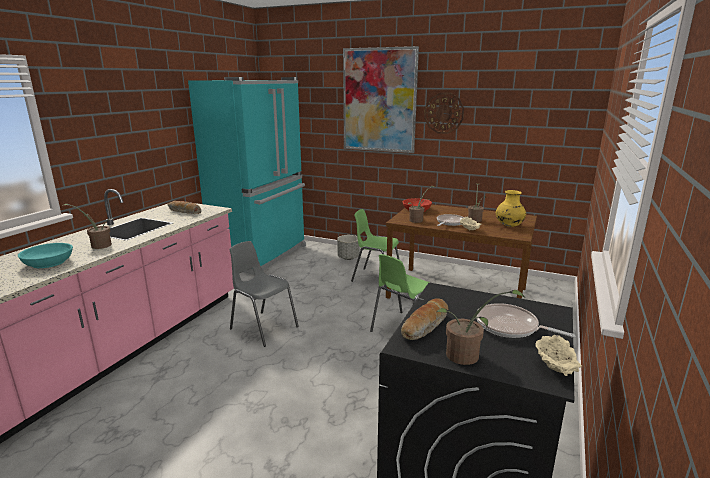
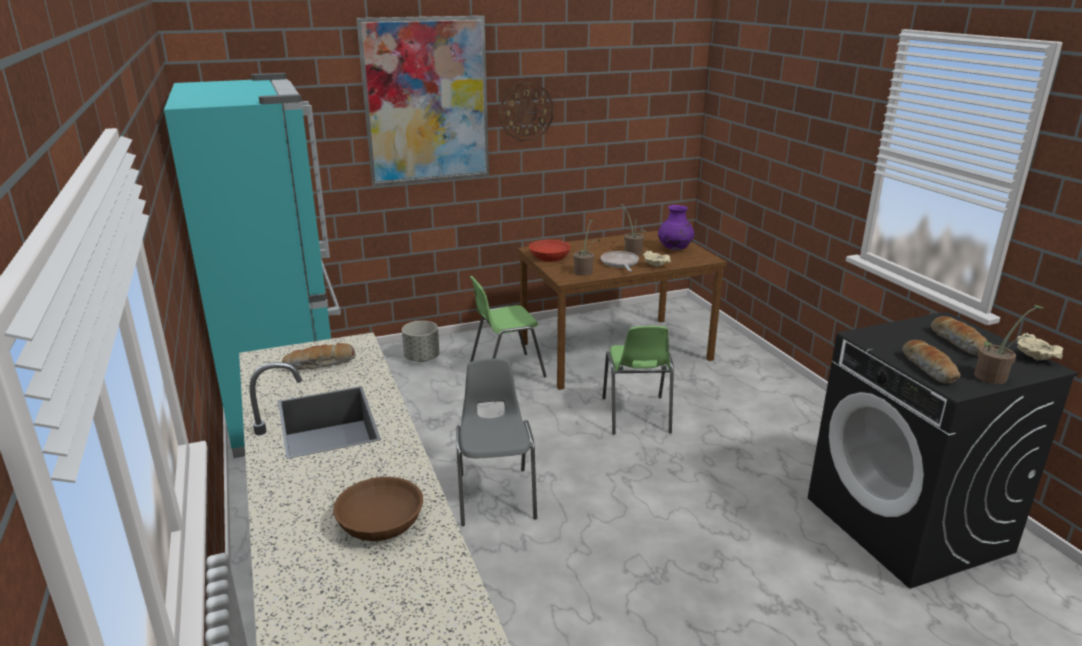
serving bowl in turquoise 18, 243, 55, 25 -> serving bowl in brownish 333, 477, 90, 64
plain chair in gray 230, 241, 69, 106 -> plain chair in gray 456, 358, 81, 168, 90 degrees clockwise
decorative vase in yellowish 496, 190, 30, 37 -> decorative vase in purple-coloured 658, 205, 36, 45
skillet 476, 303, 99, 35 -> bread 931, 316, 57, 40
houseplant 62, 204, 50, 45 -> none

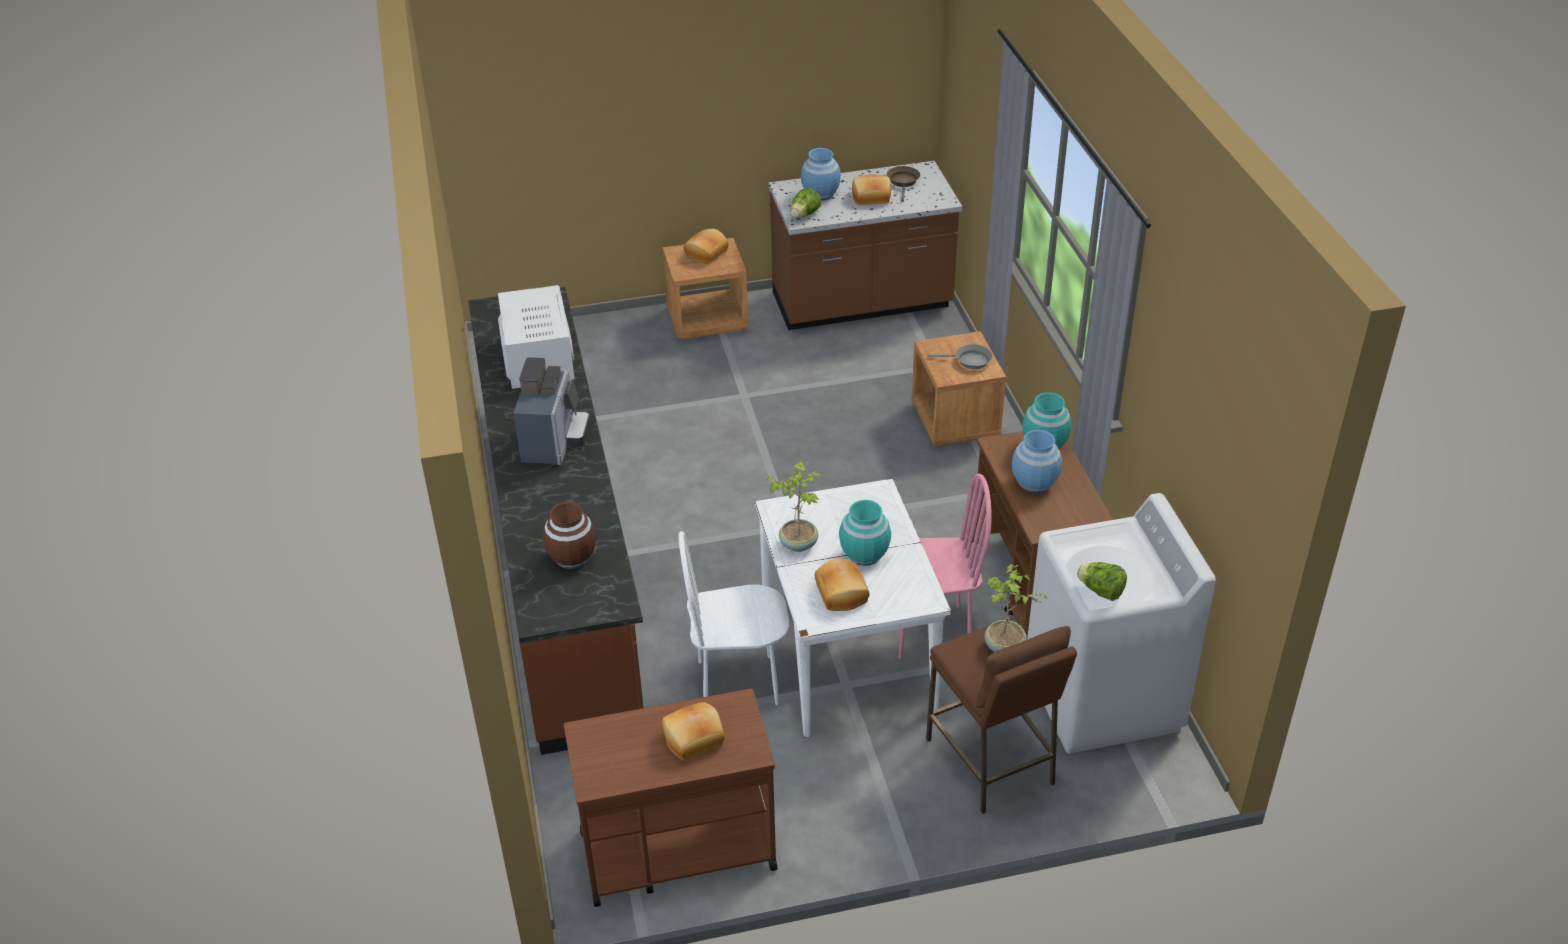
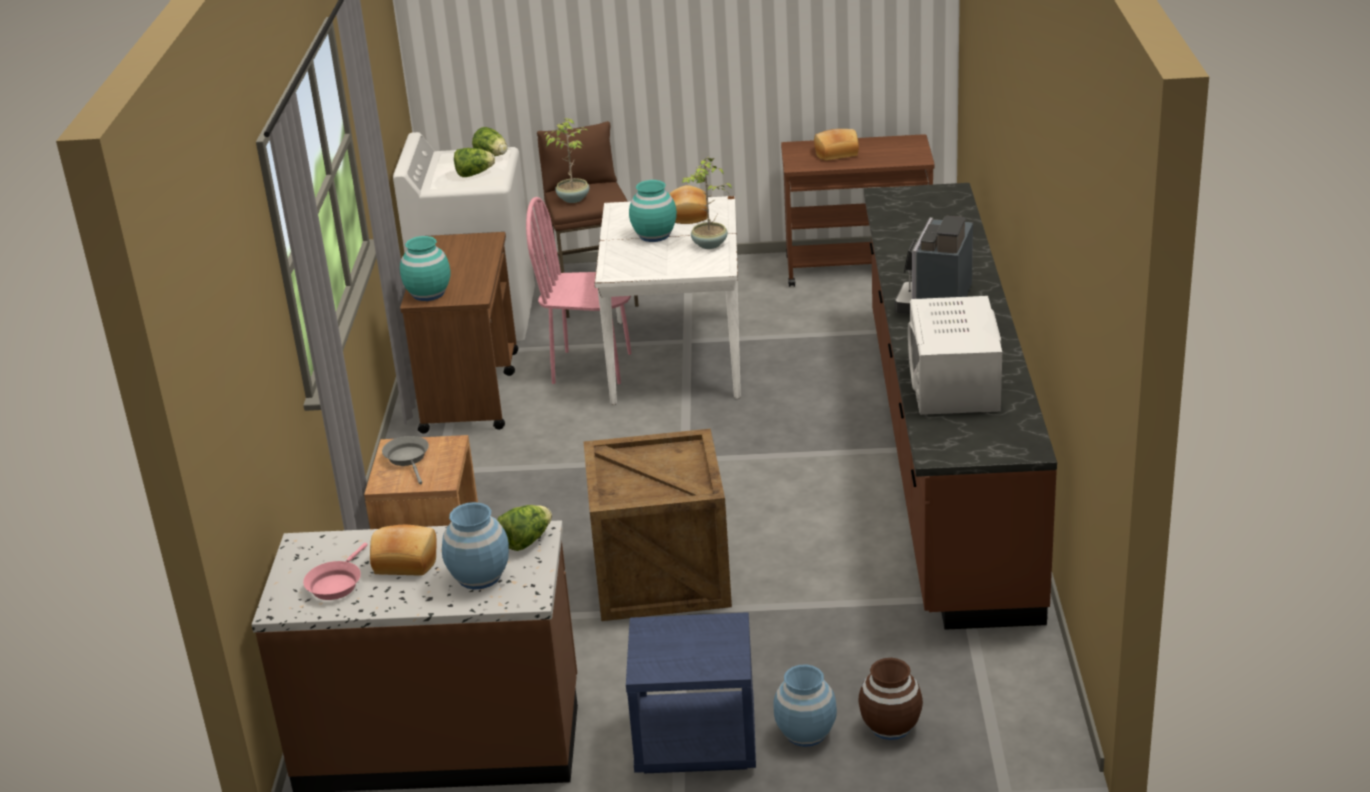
skillet in brownish 887, 166, 33, 36 -> skillet in pinkish 303, 542, 64, 58
skillet in gray 927, 344, 65, 26 -> skillet in gray 382, 436, 47, 48, 45 degrees clockwise
none -> lettuce 454, 148, 41, 29
none -> crate 584, 429, 148, 192
bedside table in brownish 662, 238, 87, 101 -> bedside table in blue 626, 612, 130, 161
decorative vase in blue 1012, 430, 50, 63 -> decorative vase in blue 773, 664, 64, 83, moved
decorative vase in brownish 543, 502, 53, 67 -> decorative vase in brownish 859, 658, 64, 82, moved
plain chair in white 678, 531, 111, 174 -> none
bread 684, 229, 44, 35 -> none

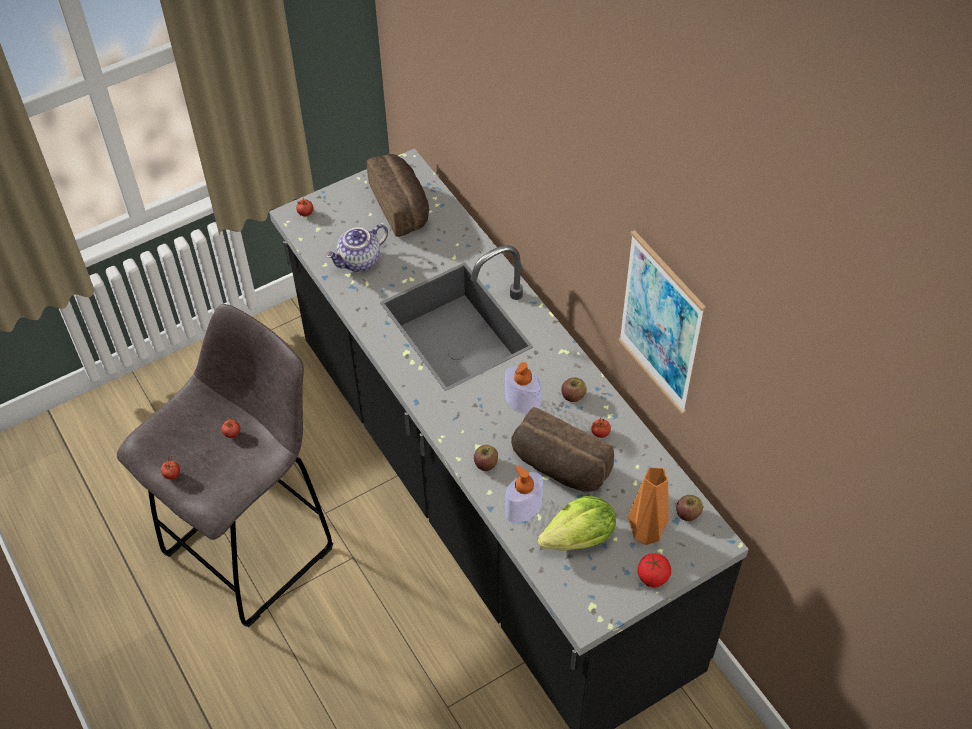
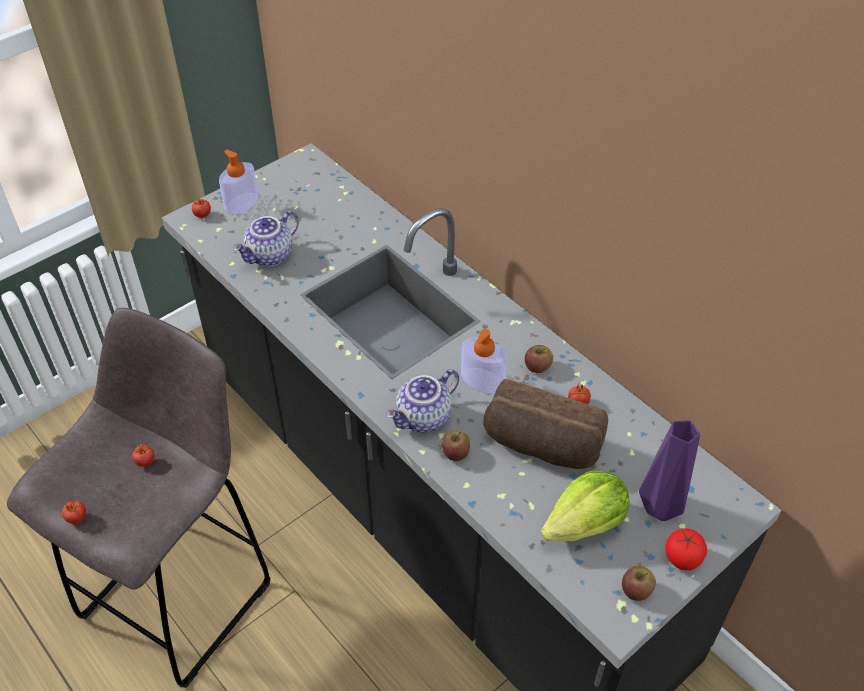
soap dispenser 505, 465, 38, 58 -> soap dispenser 219, 150, 40, 64, moved
none -> tea pot 386, 369, 73, 63
whole apple 676, 495, 27, 26 -> whole apple 622, 566, 34, 35, moved
decorative vase in orange-coloured 628, 467, 41, 78 -> decorative vase in purple-coloured 639, 420, 61, 101
bread 367, 154, 62, 83 -> none
picture 618, 230, 88, 184 -> none

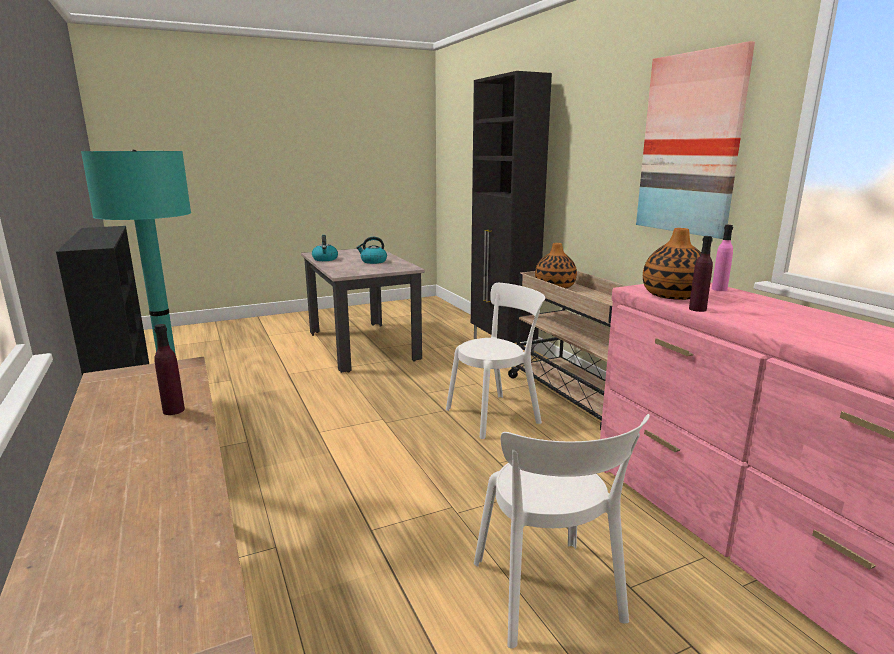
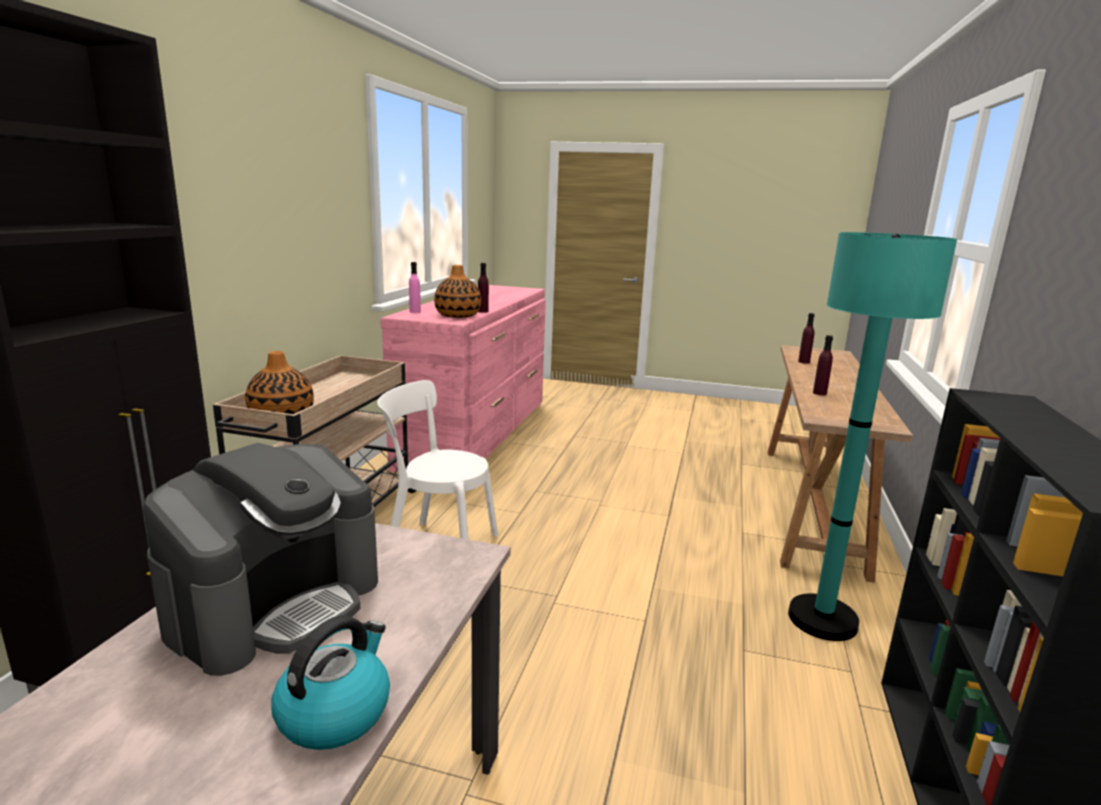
tea kettle 356, 237, 31, 27 -> coffee machine 143, 443, 235, 233
none -> beverage bottle in purple-coloured 798, 313, 17, 51
plain chair in white 474, 414, 176, 235 -> none
picture 636, 41, 119, 198 -> none

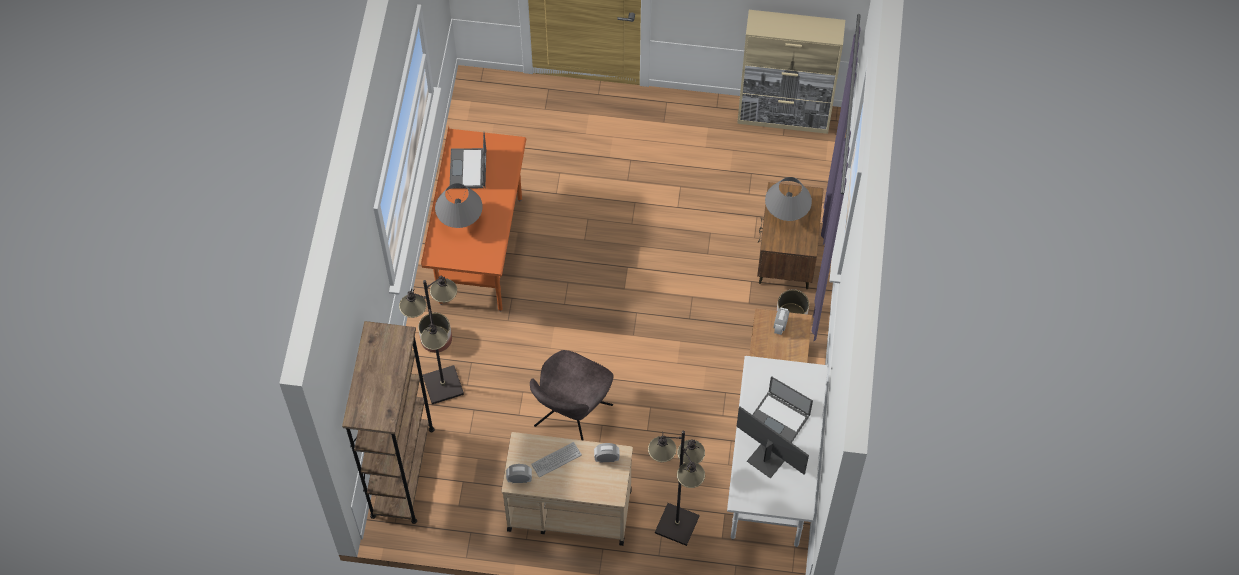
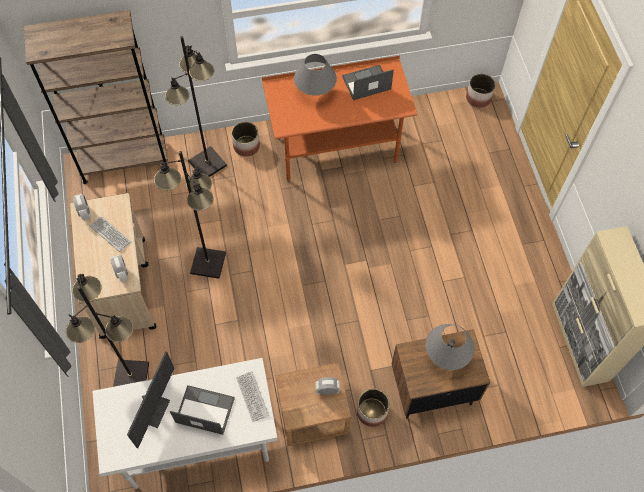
plain chair in gray 530, 350, 84, 91 -> standing lamp in black-coloured 154, 151, 72, 128
notebook computer 752, 376, 61, 67 -> notebook computer 170, 385, 65, 50, 90 degrees clockwise
none -> keyboard 236, 371, 33, 51
none -> plant pot 466, 74, 30, 34

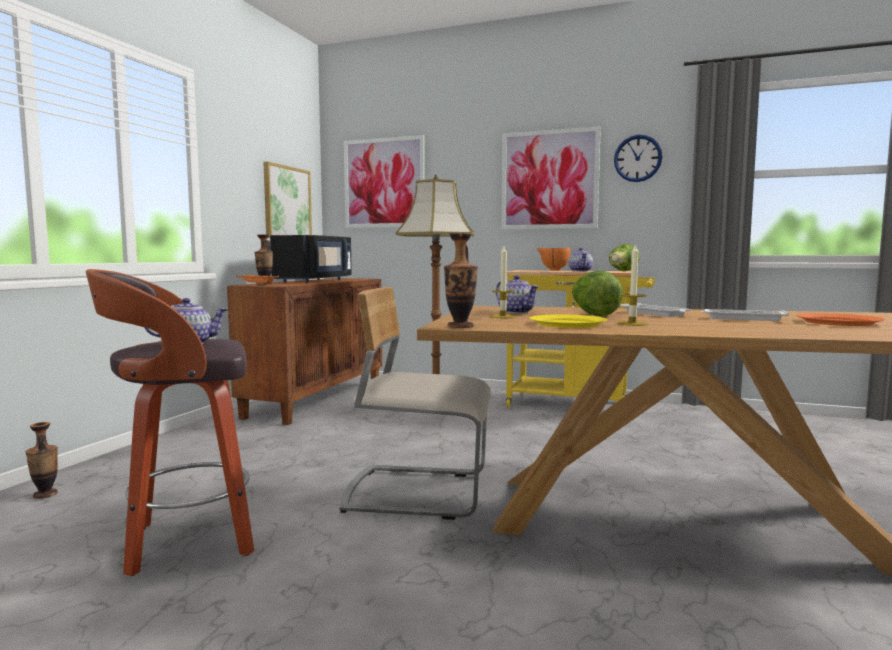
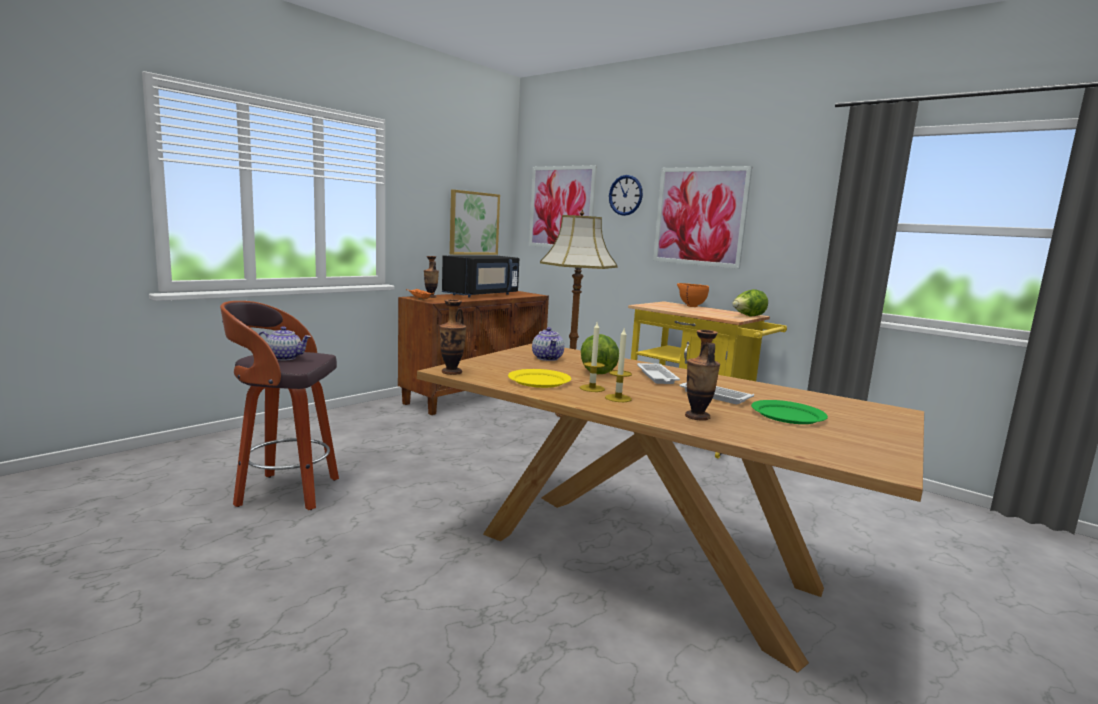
wax light 490, 246, 27, 72 -> wax light 605, 329, 27, 73, moved
hanging clock 614, 135, 48, 47 -> hanging clock 609, 175, 34, 41, moved
decorative vase 26, 422, 32, 77 -> decorative vase 685, 330, 35, 91, moved
dinner plate in orange-coloured 796, 313, 89, 13 -> dinner plate in green-coloured 751, 400, 77, 24
plain chair in beige-coloured 339, 287, 152, 233 -> none
tea pot 568, 248, 25, 23 -> none

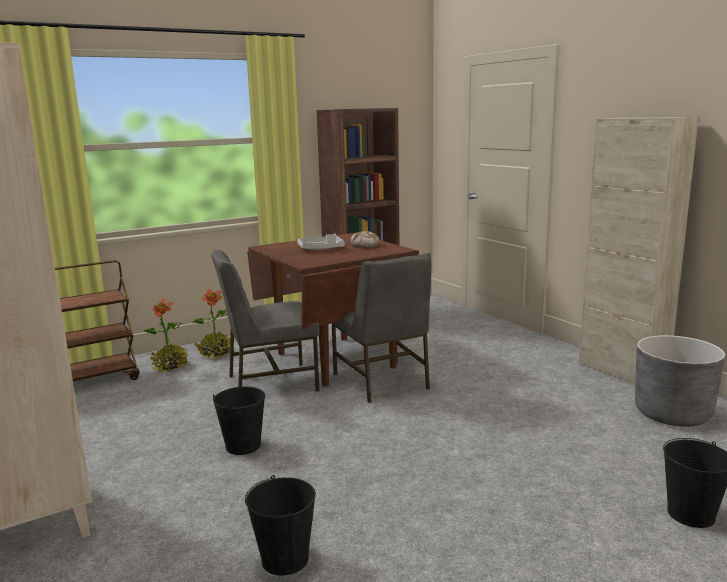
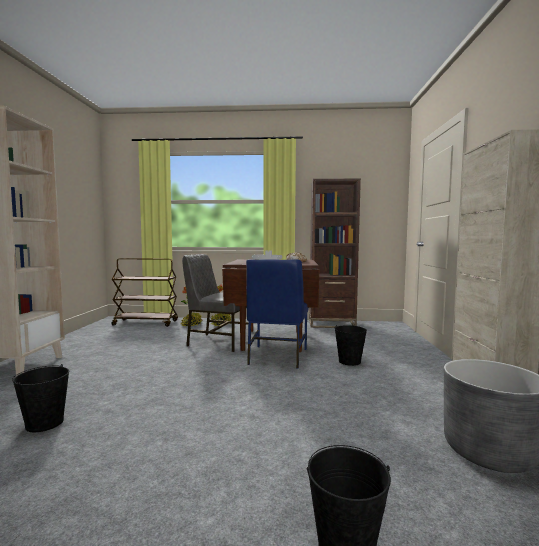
plain chair in gray 332, 253, 99, 150 -> plain chair in blue 246, 259, 63, 110
bucket in black-coloured 213, 387, 52, 68 -> bucket in black-coloured 335, 325, 32, 41, moved

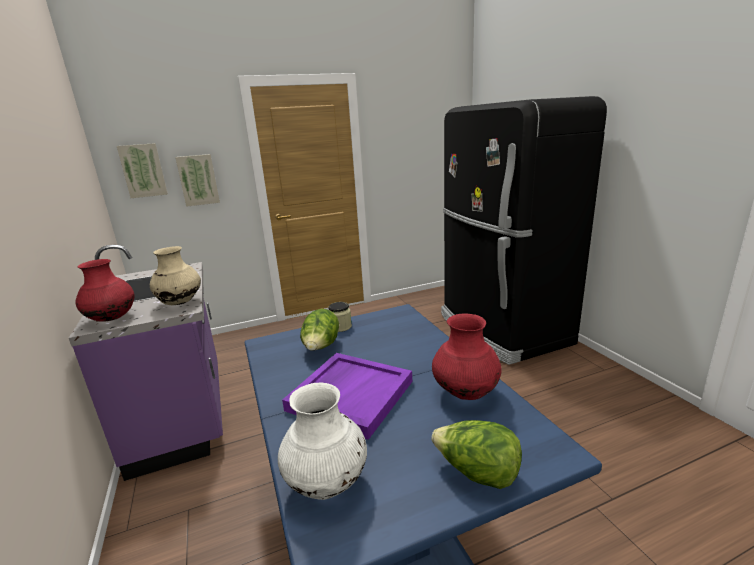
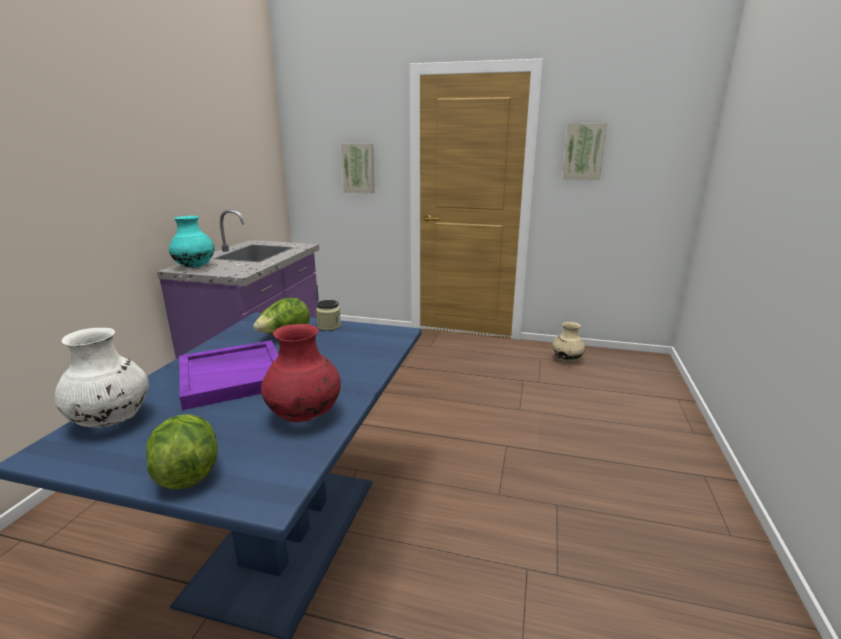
decorative vase in reddish 75, 259, 60, 63 -> decorative vase in turquoise 169, 216, 45, 52
decorative vase in beige-coloured 150, 246, 51, 59 -> decorative vase in beige-coloured 552, 322, 34, 40, moved
picture 117, 143, 51, 55 -> picture 563, 123, 44, 57, moved
refrigerator in black-coloured 441, 96, 166, 269 -> none

